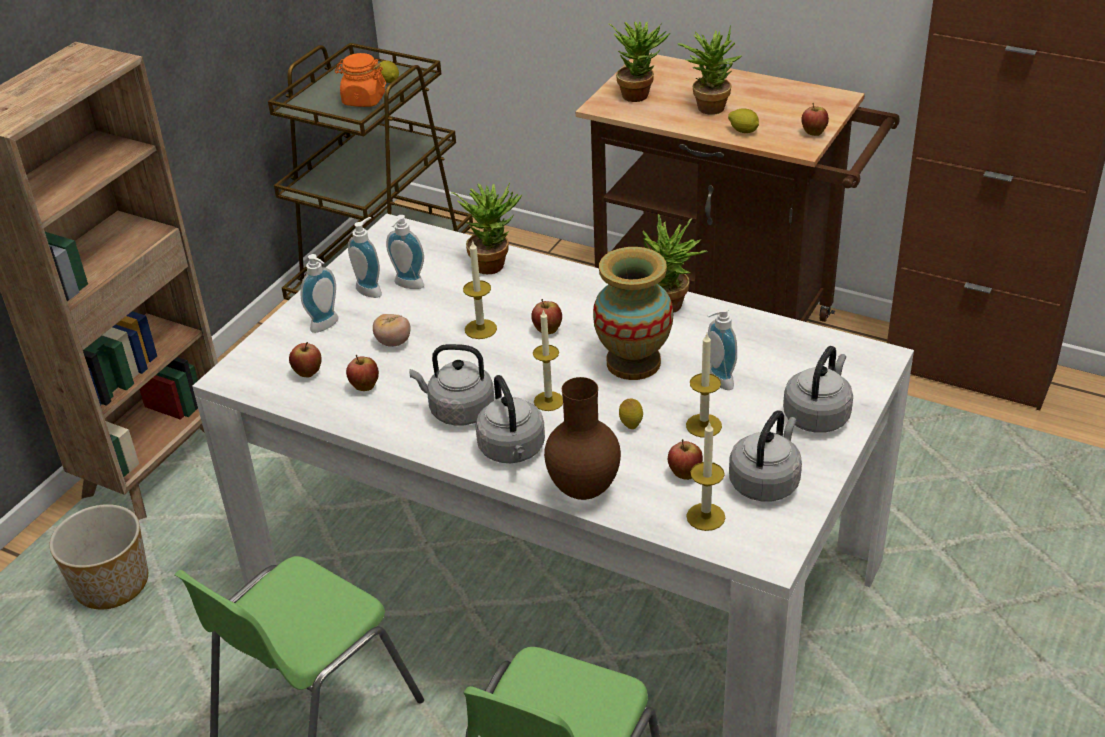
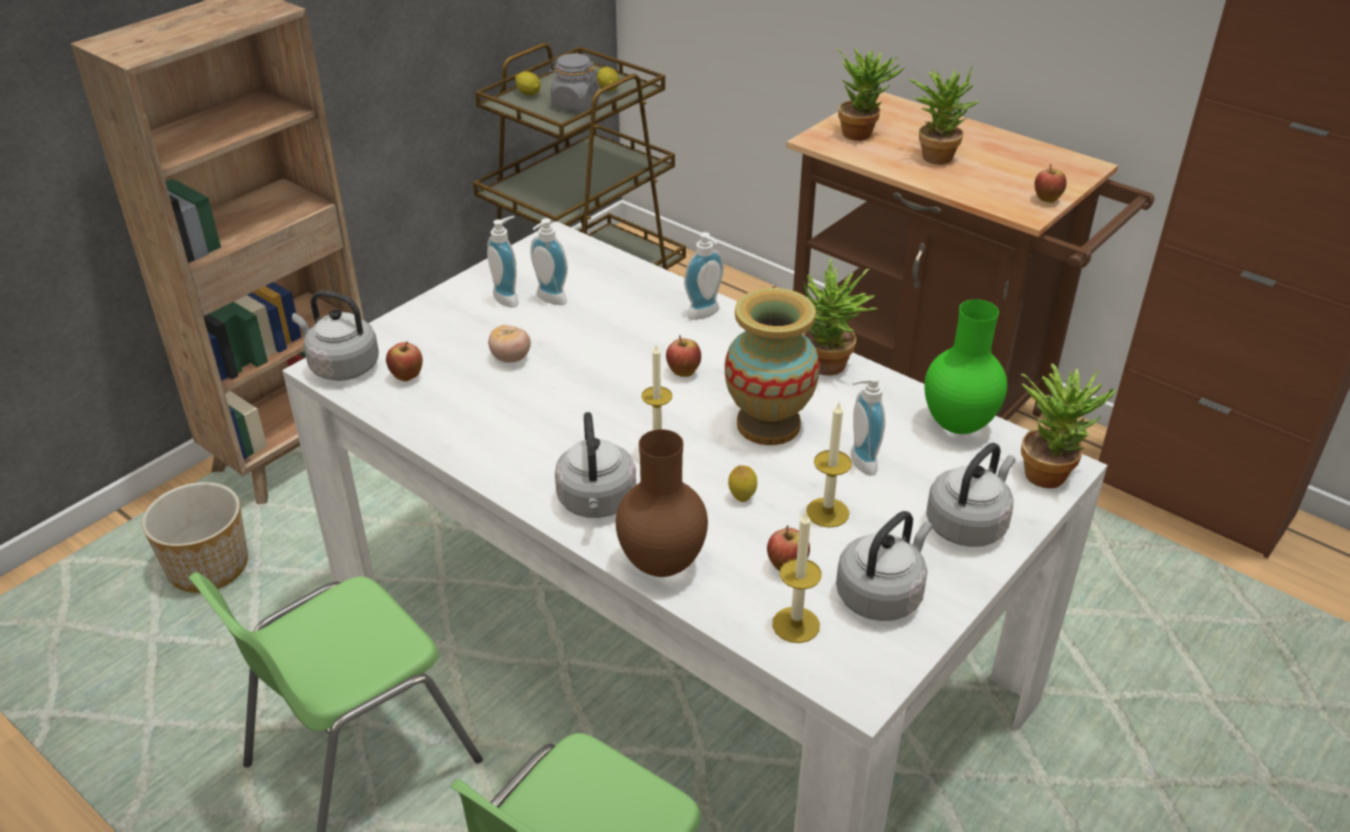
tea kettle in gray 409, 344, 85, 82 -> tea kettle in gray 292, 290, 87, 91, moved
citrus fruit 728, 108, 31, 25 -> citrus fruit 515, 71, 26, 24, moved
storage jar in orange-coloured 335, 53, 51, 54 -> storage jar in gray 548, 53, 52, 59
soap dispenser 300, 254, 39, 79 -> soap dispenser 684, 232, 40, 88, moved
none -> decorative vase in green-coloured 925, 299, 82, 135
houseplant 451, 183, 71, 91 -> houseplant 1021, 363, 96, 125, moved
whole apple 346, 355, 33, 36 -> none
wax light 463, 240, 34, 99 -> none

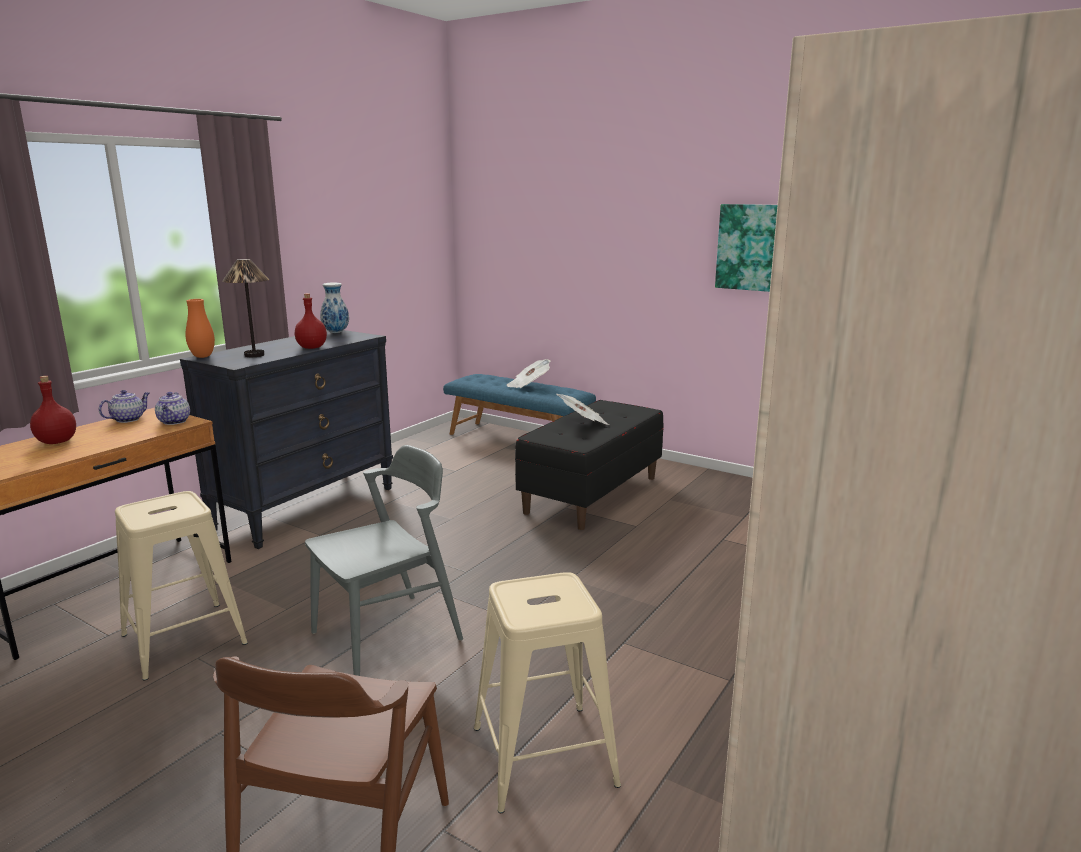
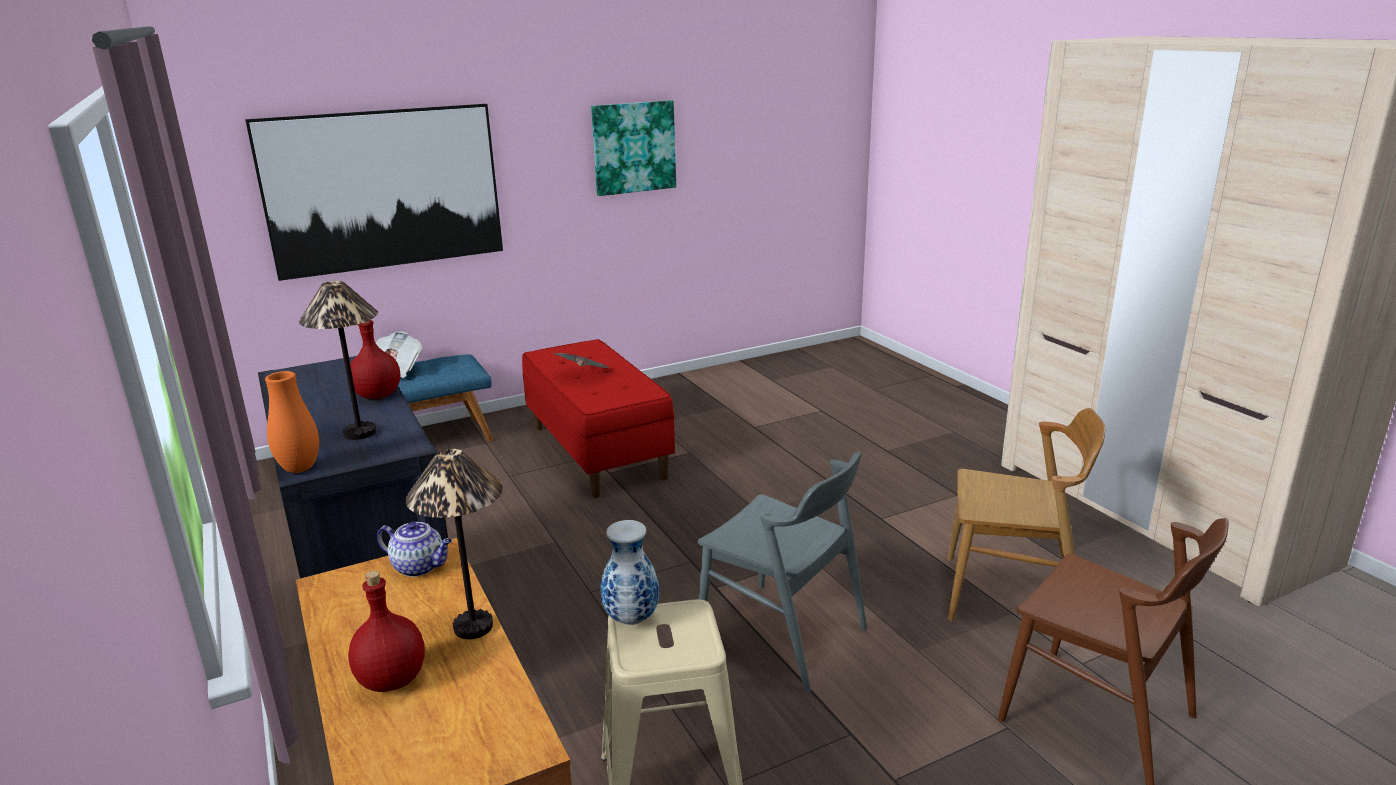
none -> picture 245, 104, 258, 177
none -> table lamp 406, 449, 97, 190
bench in black-coloured 515, 400, 149, 130 -> bench in reddish 522, 339, 153, 159
decorative vase 320, 283, 29, 50 -> decorative vase 601, 520, 58, 105, moved
plain chair in gray 305, 445, 158, 231 -> plain chair in gray 698, 452, 169, 241, 135 degrees clockwise
stool seat in beige-coloured 474, 572, 147, 241 -> plain chair in brownish 948, 408, 157, 213
tea pot 99, 390, 50, 33 -> none

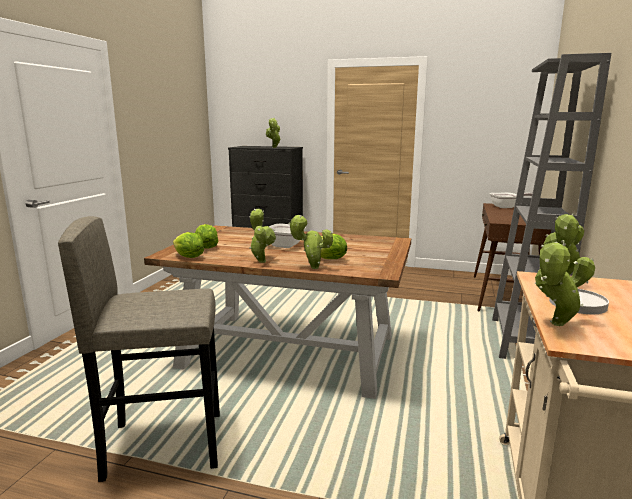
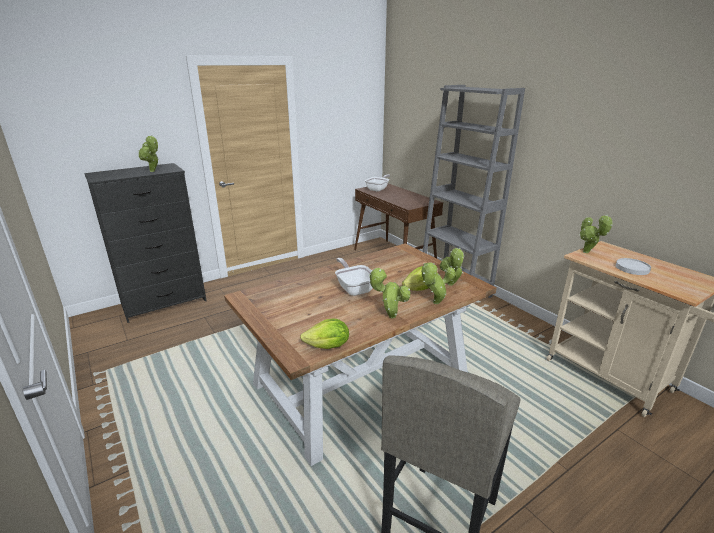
houseplant 535, 242, 60, 84 -> houseplant 440, 247, 24, 39, moved
lettuce 195, 224, 24, 25 -> none

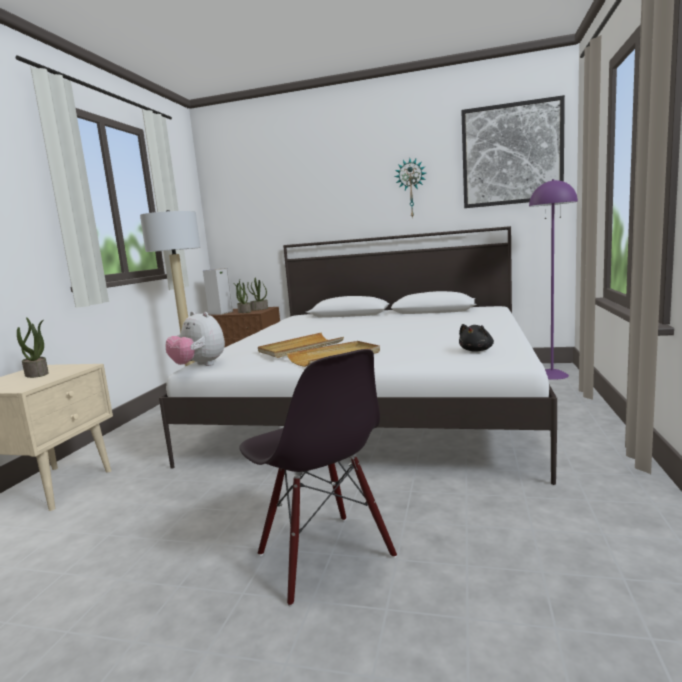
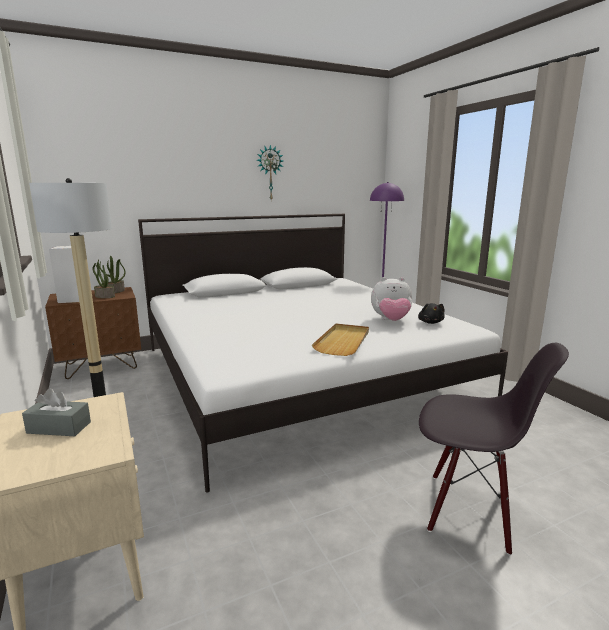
houseplant 17, 317, 32, 61 -> box of tissues in gray 22, 388, 69, 48
soft toy 165, 311, 60, 55 -> soft toy 371, 277, 41, 44, moved
carrying tray in beige-coloured 258, 332, 86, 26 -> none
picture 461, 95, 104, 113 -> none

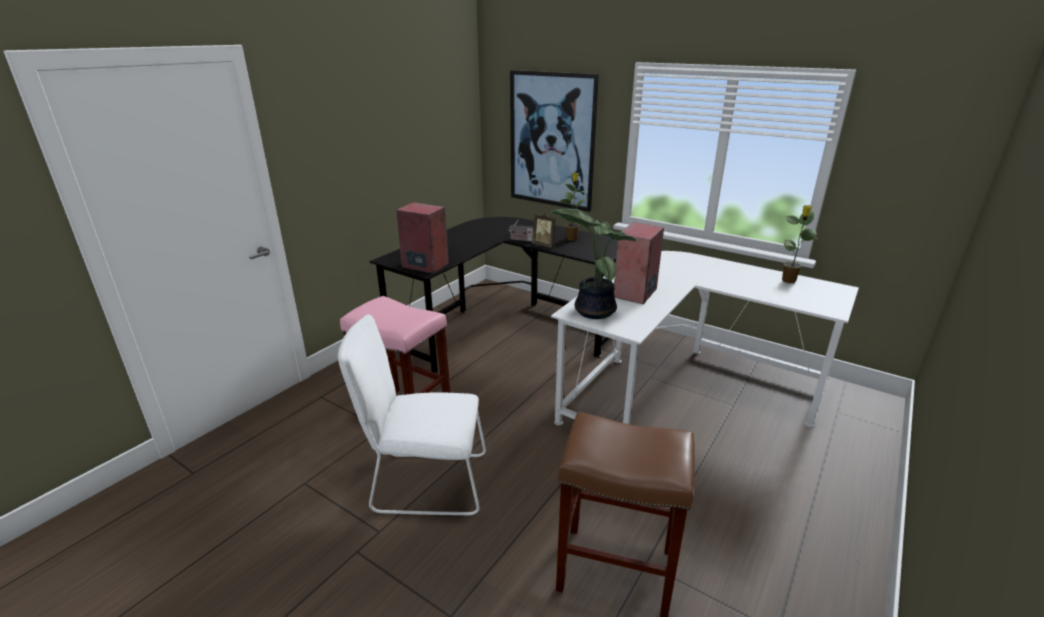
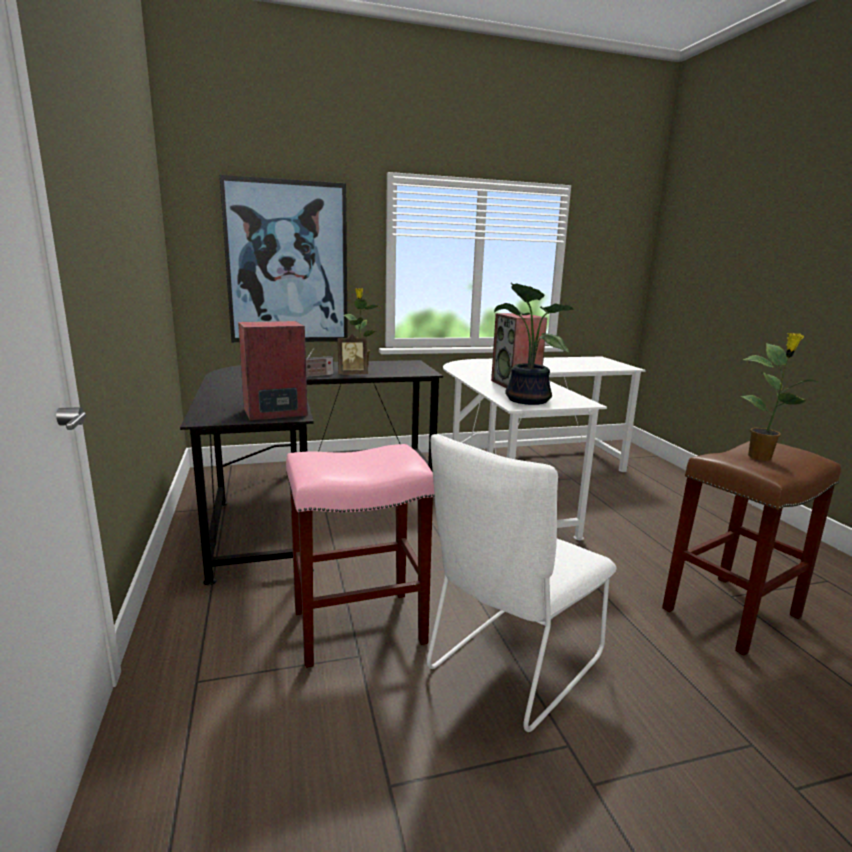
houseplant 782, 205, 35, 78 -> houseplant 740, 333, 75, 128, moved

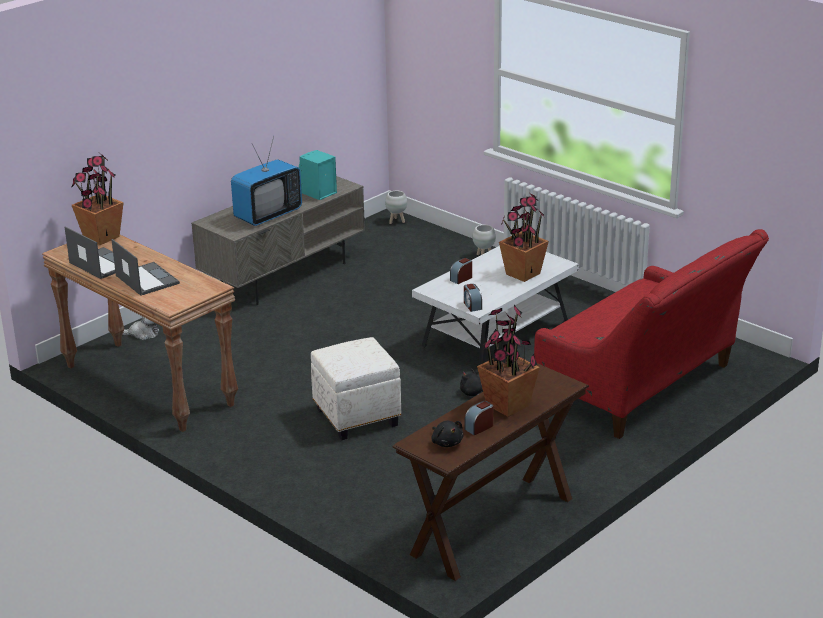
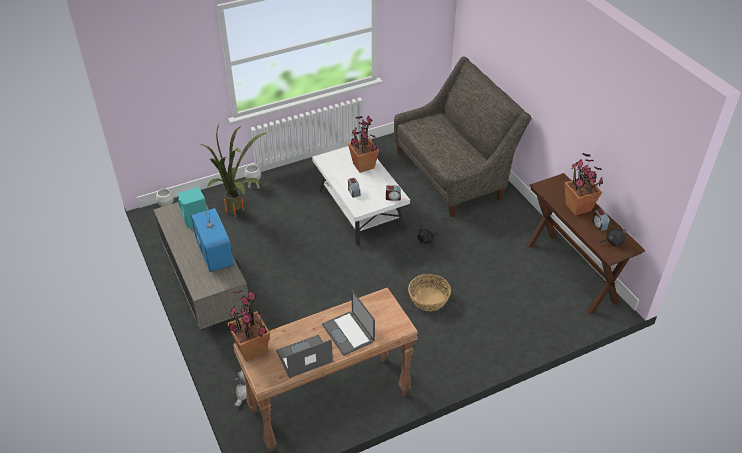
none -> houseplant 200, 124, 66, 94
notebook computer 111, 239, 69, 57 -> notebook computer 322, 290, 53, 66, 105 degrees counterclockwise
settee in reddish 534, 229, 235, 210 -> settee in gray 394, 56, 137, 161
footrest in white 311, 337, 90, 103 -> household basket 408, 274, 43, 37

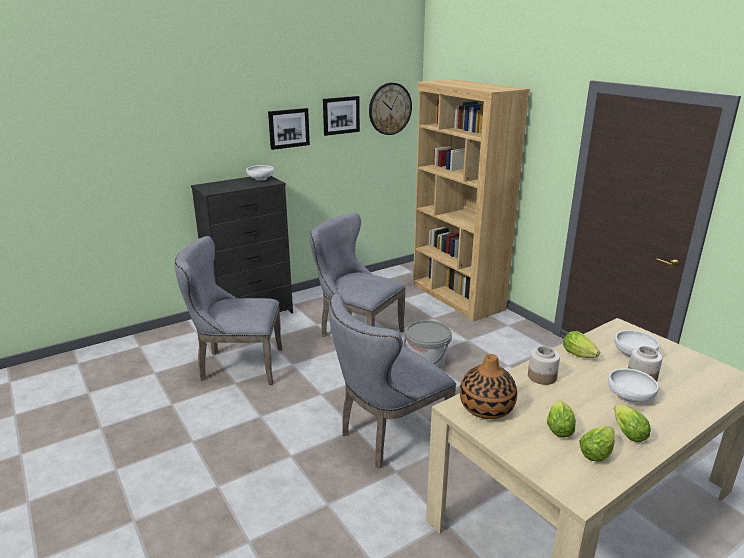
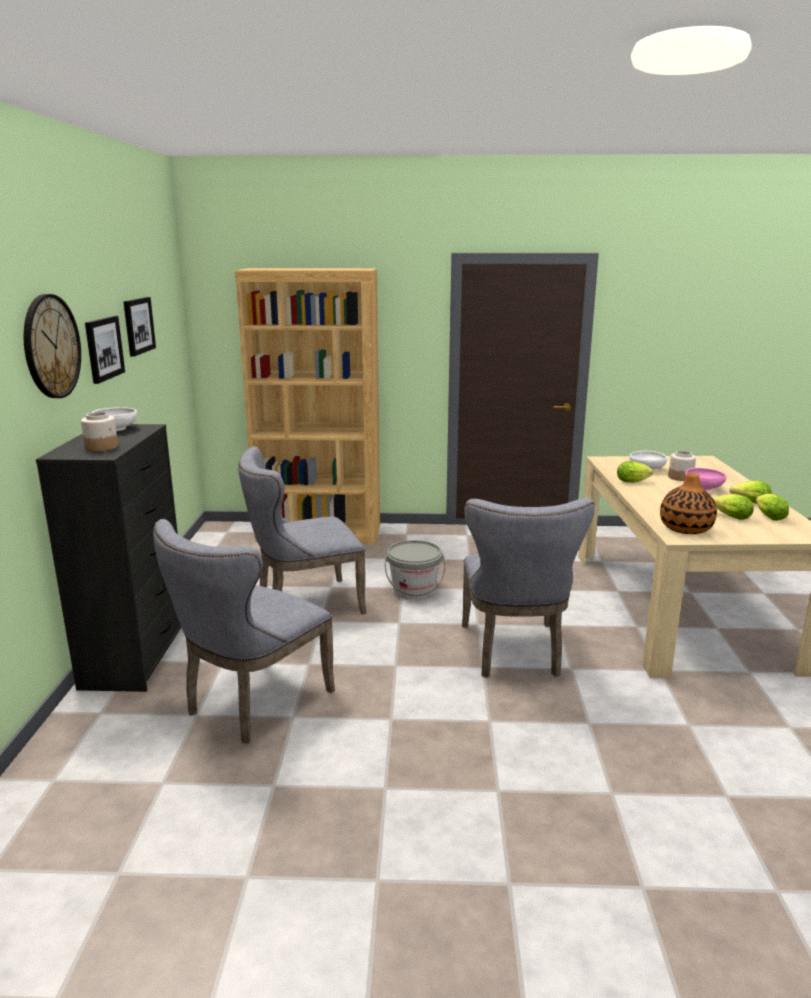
hanging clock 369, 83, 43, 52 -> hanging clock 24, 294, 57, 104, moved
storage jar 528, 346, 32, 39 -> storage jar 81, 412, 37, 39, moved
serving bowl in white 608, 368, 51, 34 -> serving bowl in pinkish 685, 468, 41, 23

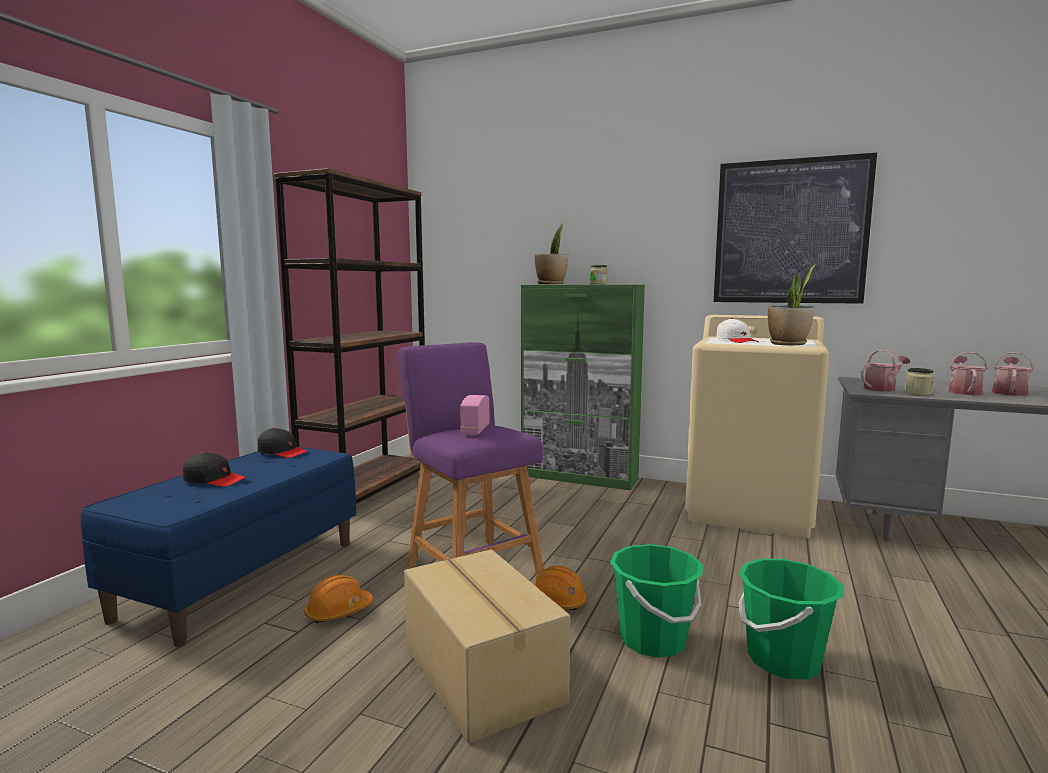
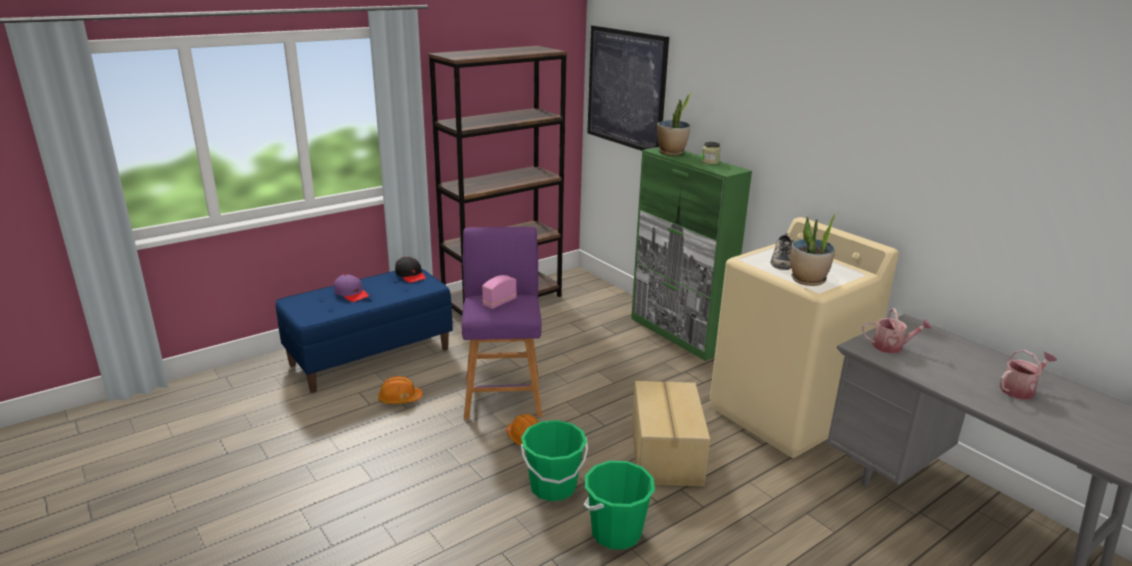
baseball cap in black-coloured 183, 452, 64, 35 -> baseball cap in purple-coloured 334, 274, 35, 28
picture 714, 153, 163, 151 -> picture 587, 25, 82, 126, moved
carton 404, 549, 167, 195 -> carton 632, 381, 78, 105, moved
baseball cap in white 716, 318, 42, 25 -> item of footwear 770, 233, 24, 37
storage jar 905, 368, 29, 28 -> none
sprinkling can 948, 352, 40, 43 -> none

